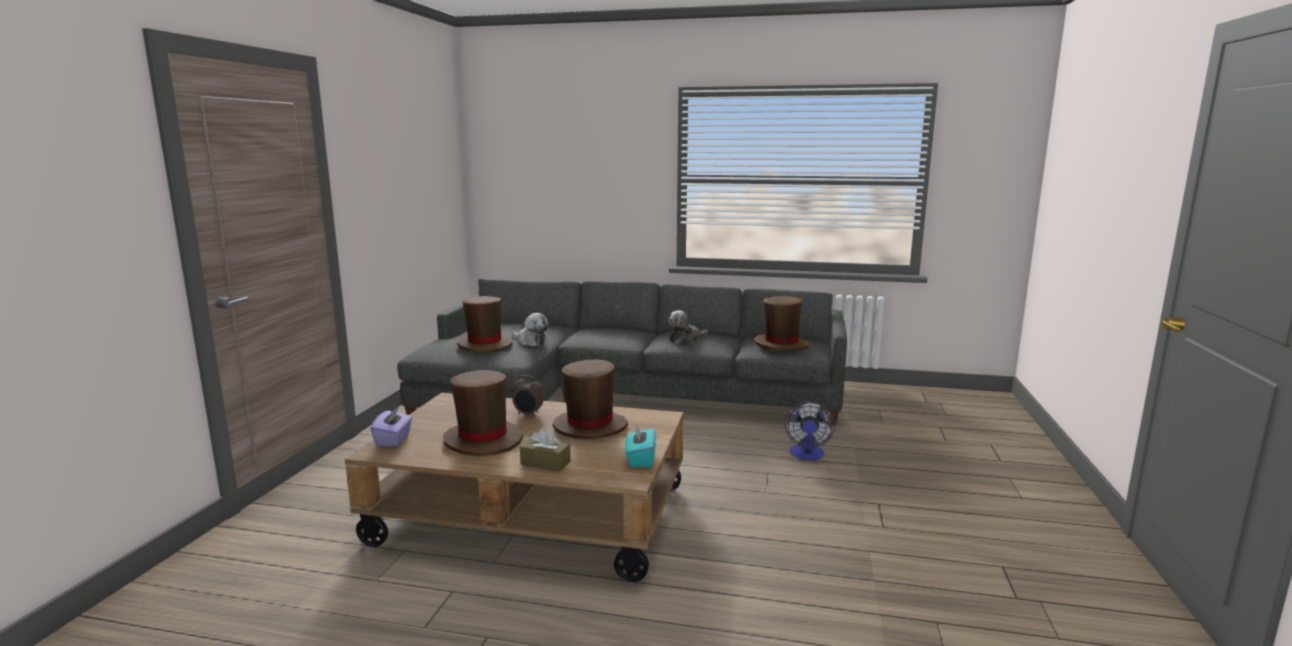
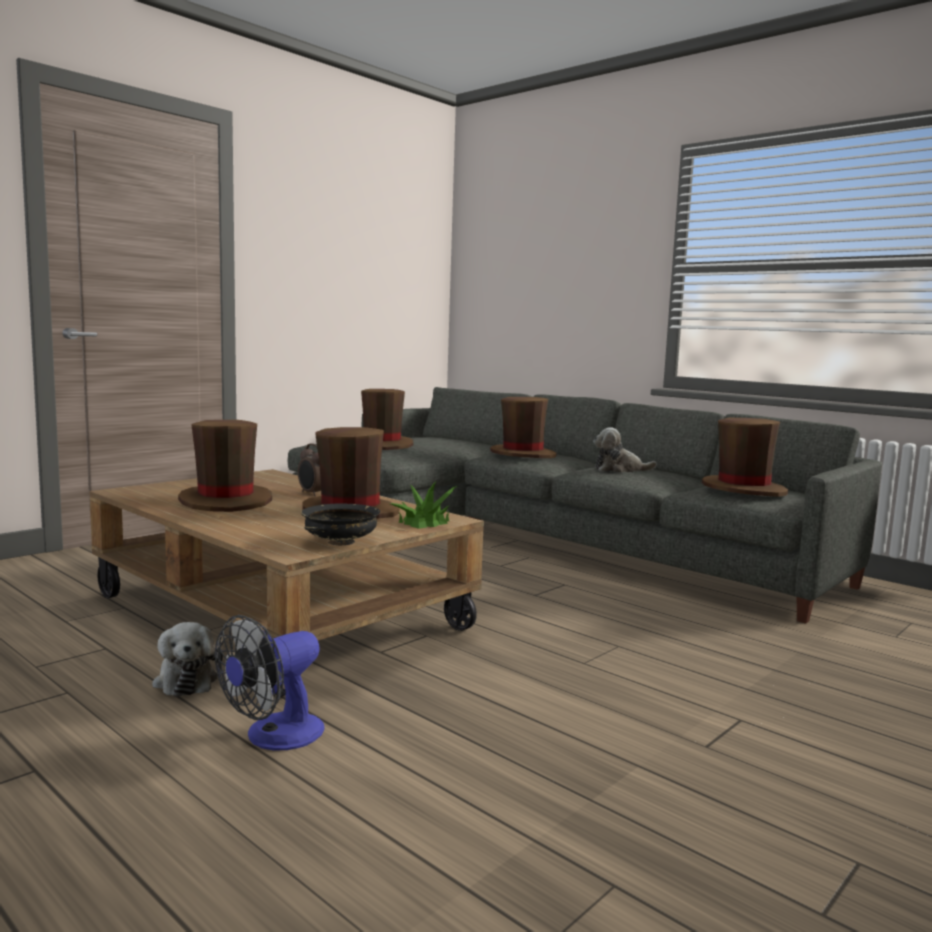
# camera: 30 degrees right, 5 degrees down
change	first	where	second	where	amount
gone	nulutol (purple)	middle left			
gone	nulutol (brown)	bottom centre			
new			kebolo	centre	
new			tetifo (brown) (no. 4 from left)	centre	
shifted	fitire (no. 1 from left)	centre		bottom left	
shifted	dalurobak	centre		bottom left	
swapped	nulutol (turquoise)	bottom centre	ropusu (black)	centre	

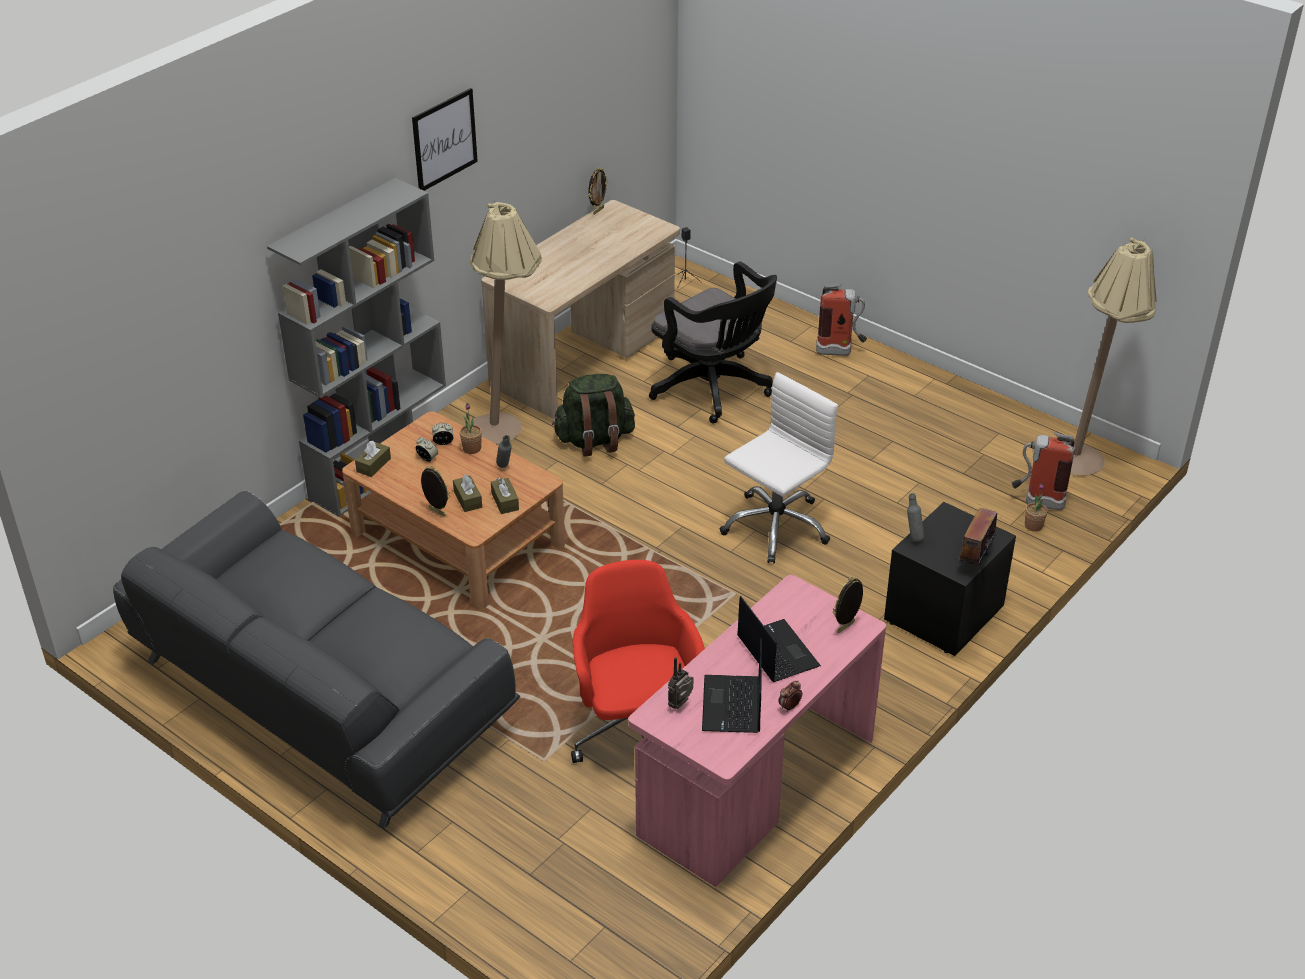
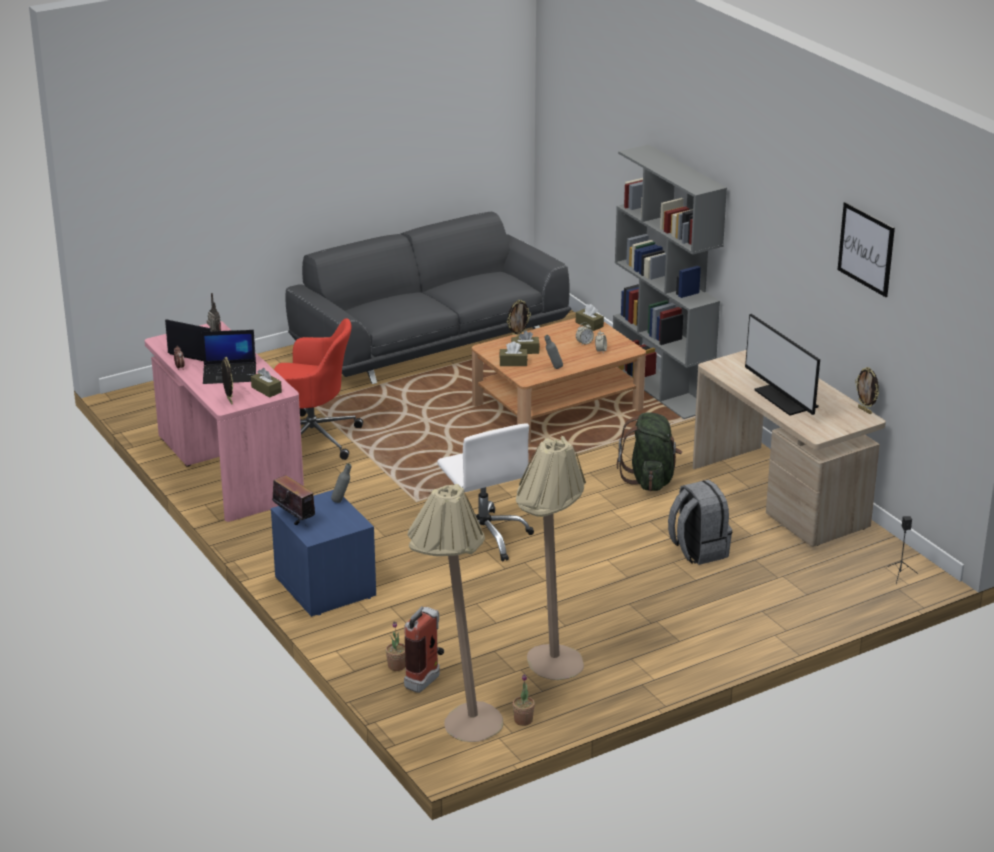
# camera: 110 degrees right, 10 degrees down
change	first	where	second	where	amount
gone	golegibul (no. 1 from left)	top centre			
new			nulutol (brown) (no. 1 from left)	middle left	
new			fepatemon	middle right	
shifted	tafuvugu	top centre		top right	
shifted	kebolo (no. 1 from left in the first image)	centre	kebolo (no. 2 from left)	bottom centre	
shifted	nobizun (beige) (no. 1 from left in the first image)	top centre	nobizun (beige) (no. 2 from left)	centre	
swapped	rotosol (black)	centre	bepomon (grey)	middle right	
repainted	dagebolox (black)	middle right	dagebolox (blue)	middle left	

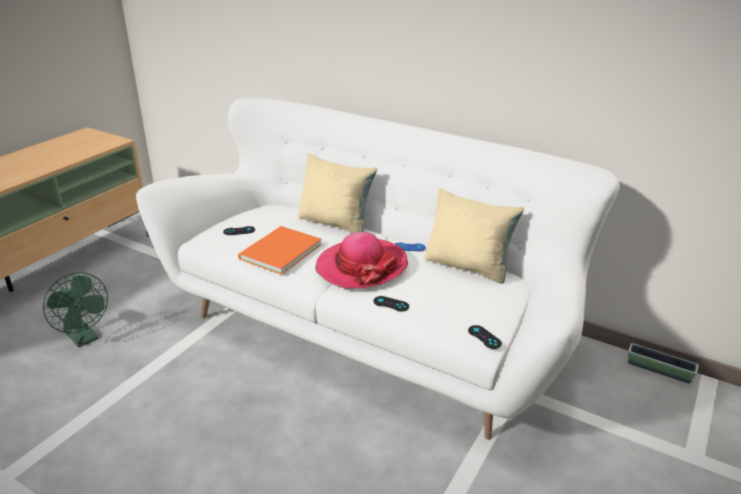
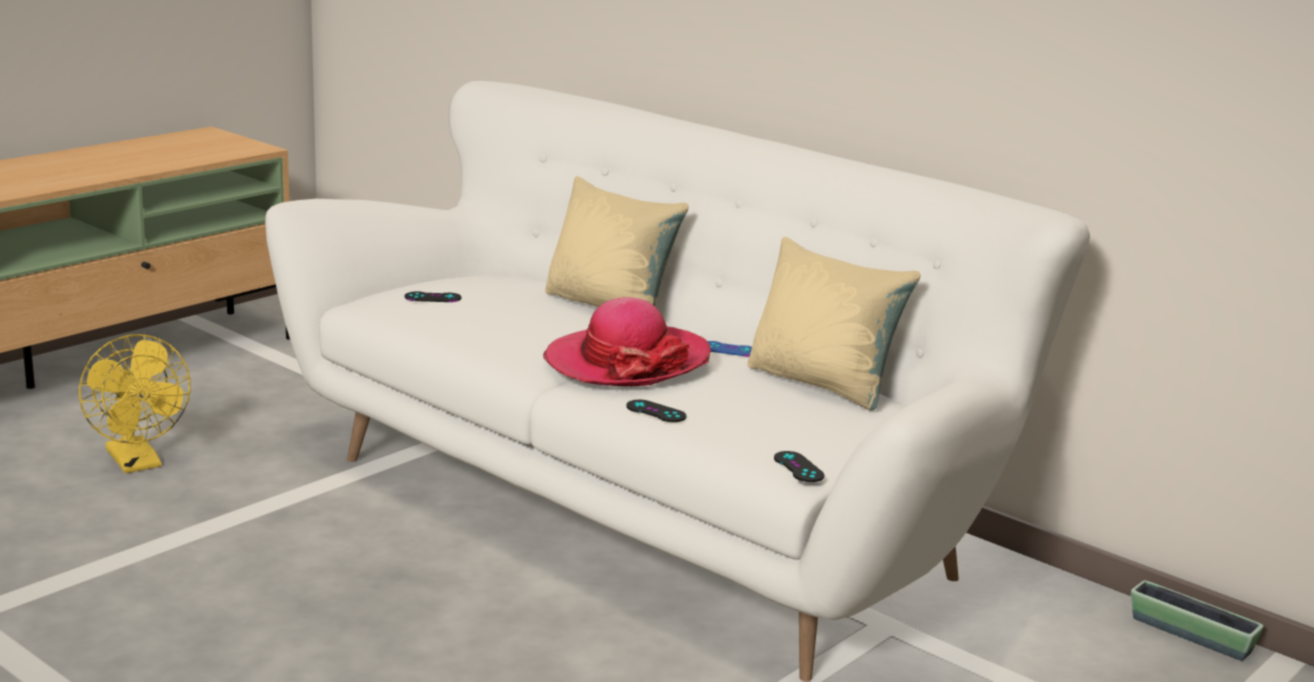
# camera: 10 degrees right, 10 degrees down
change	first	where	second	where	amount
gone	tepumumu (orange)	centre			
repainted	dalurobak (green)	middle left	dalurobak (yellow)	middle left	

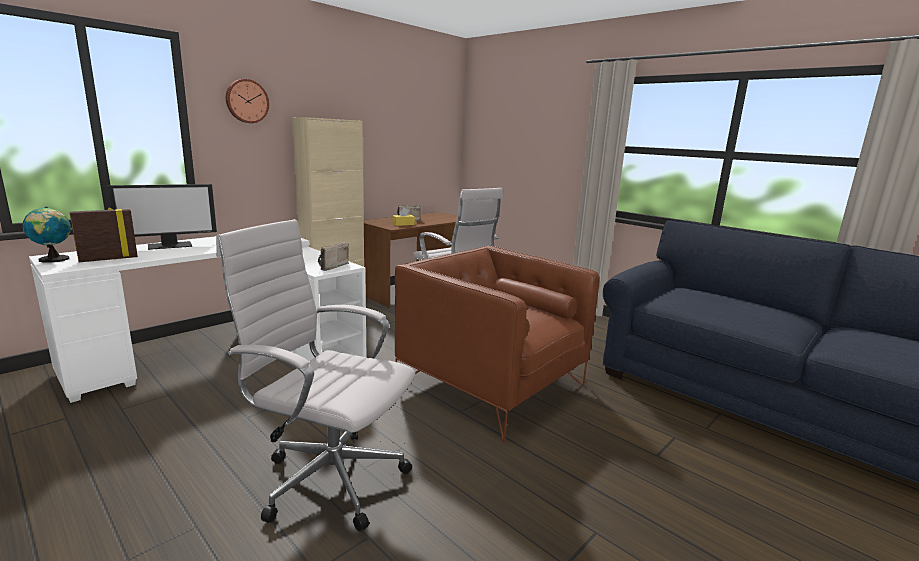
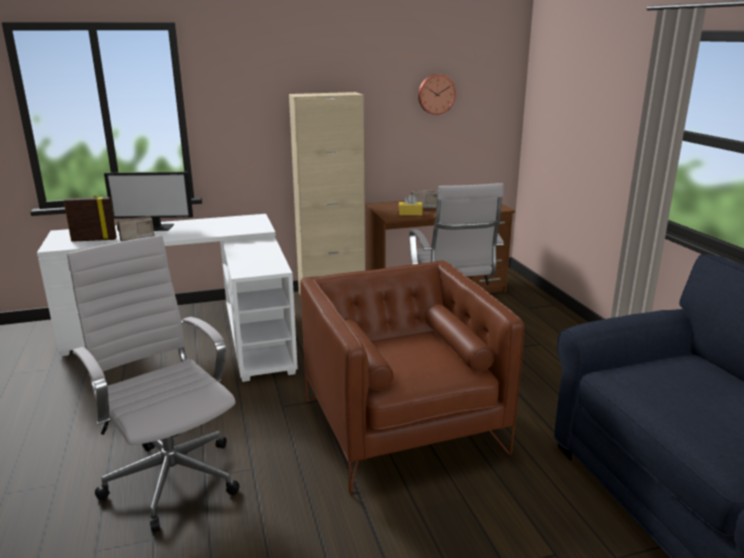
# camera: 30 degrees right, 5 degrees up
change	first	where	second	where	amount
gone	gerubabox	middle left			
shifted	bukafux	top left		top centre	
shifted	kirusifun (no. 1 from left)	centre		middle left	

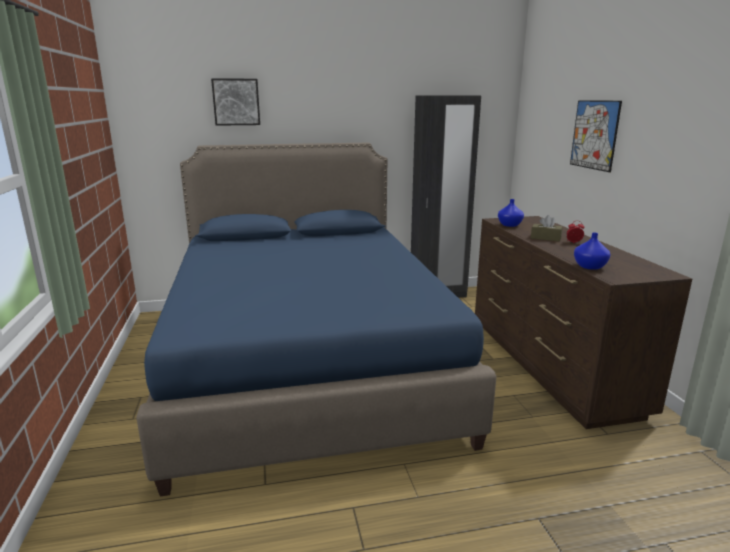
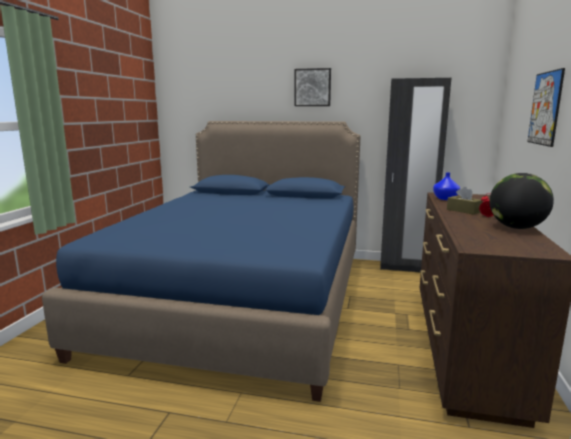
# camera: 25 degrees right, 5 degrees down
change	first	where	second	where	amount
gone	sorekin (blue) (no. 2 from left)	middle right			
new			gerubabox	middle right	
shifted	tafuvugu (no. 1 from left)	top left		top centre	

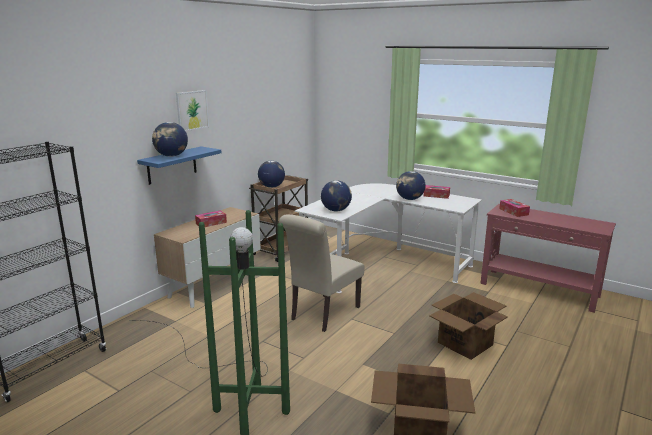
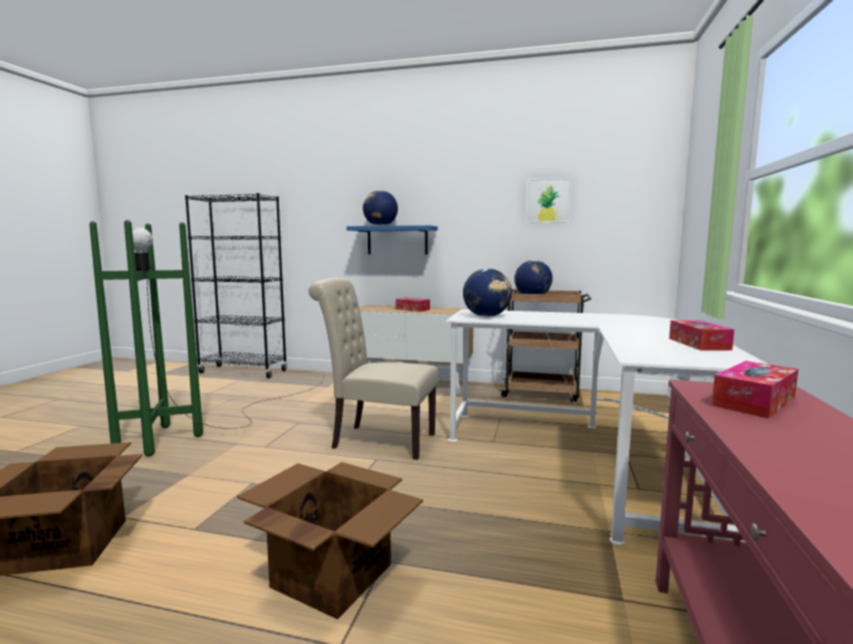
# camera: 70 degrees right, 10 degrees down
change	first	where	second	where	amount
gone	gerubabox (no. 4 from left)	centre			
shifted	tafuvugu	top left		top centre	

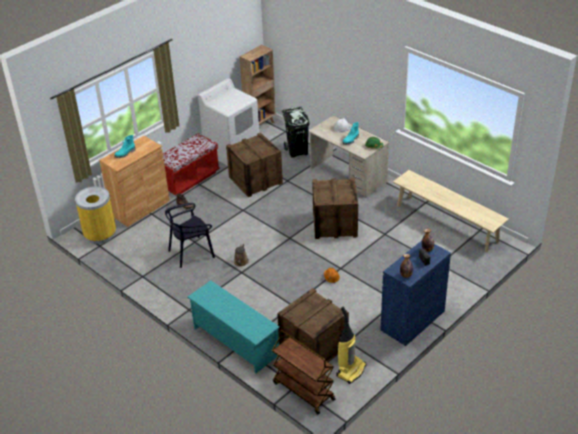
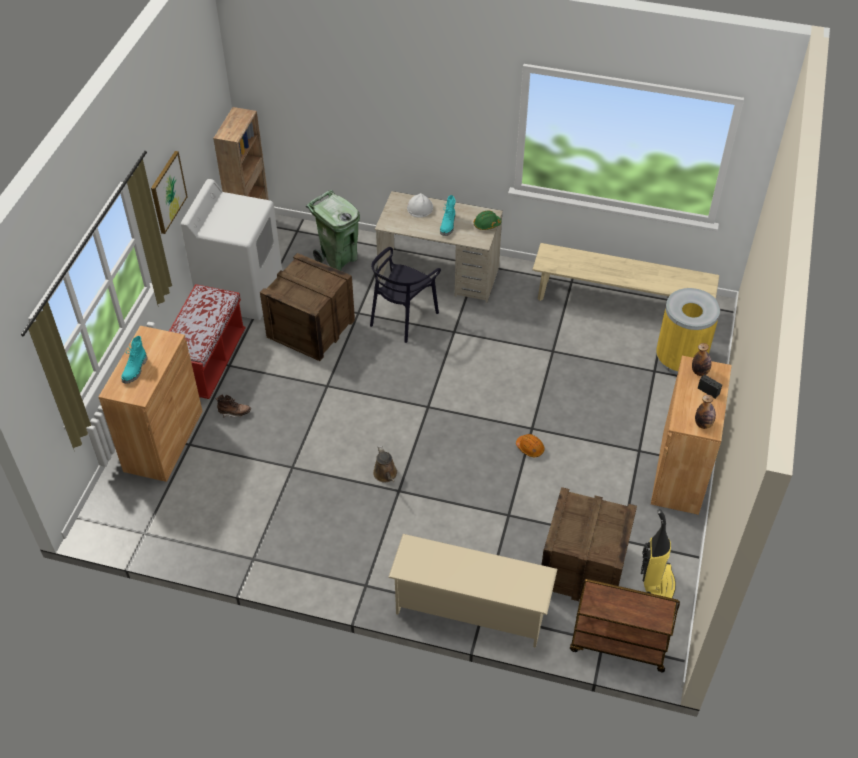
# camera: 30 degrees left, 10 degrees up
change	first	where	second	where	amount
gone	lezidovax (no. 3 from left)	centre			
new			tafuvugu	top left	
shifted	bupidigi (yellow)	middle left		middle right	
shifted	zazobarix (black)	middle left		centre	
repainted	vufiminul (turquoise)	bottom centre	vufiminul (beige)	bottom centre	
repainted	bupidigi (black)	top centre	bupidigi (green)	top centre	
repainted	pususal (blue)	bottom right	pususal (brown) (no. 2 from left)	middle right	

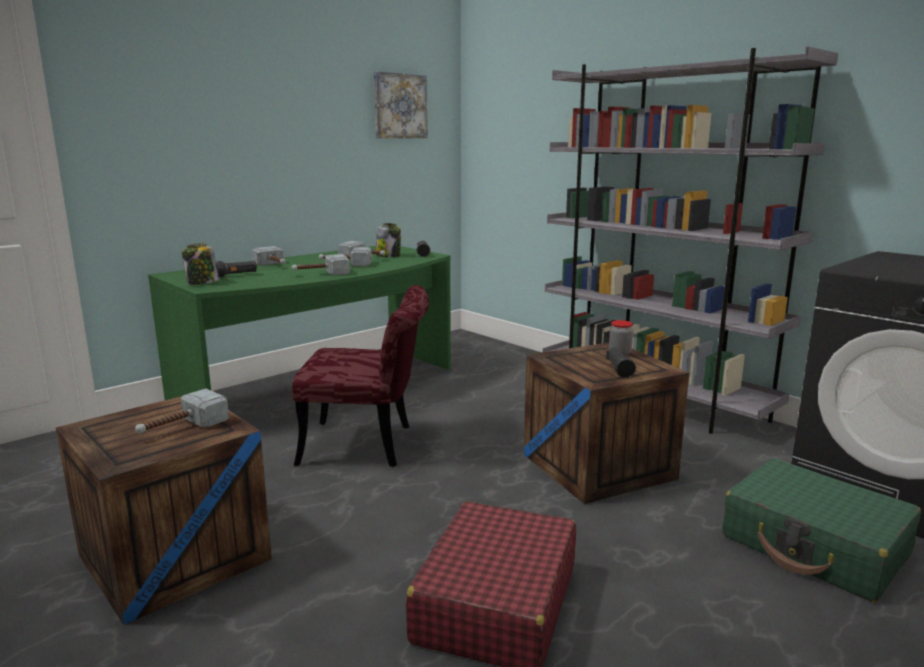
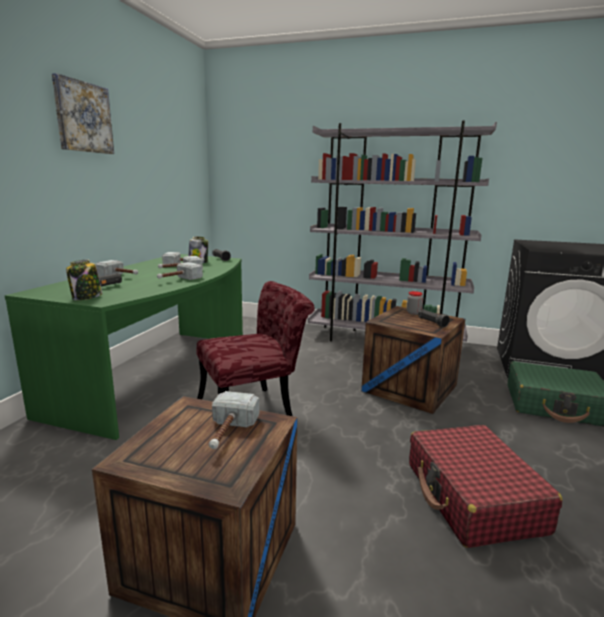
# camera: 30 degrees left, 0 degrees up
change	first	where	second	where	amount
shifted	tafuvugu	top centre		top left	

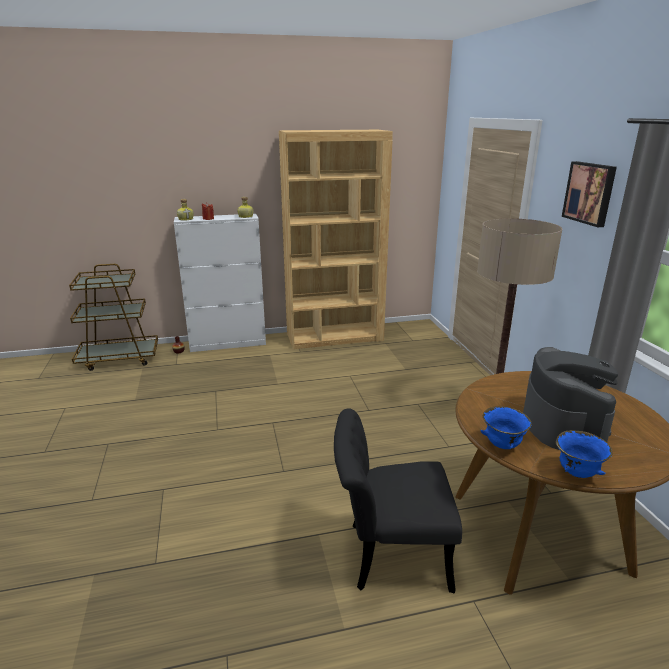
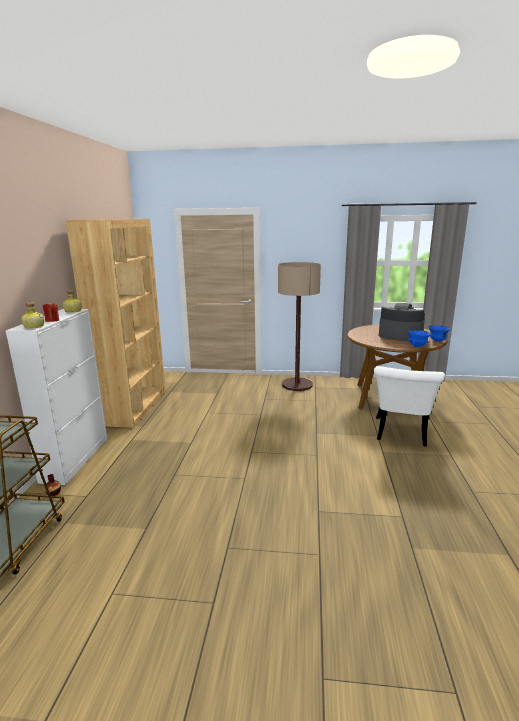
# camera: 70 degrees left, 5 degrees down
change	first	where	second	where	amount
gone	tafuvugu	top right			
repainted	zazobarix (black)	bottom centre	zazobarix (white)	middle right	

